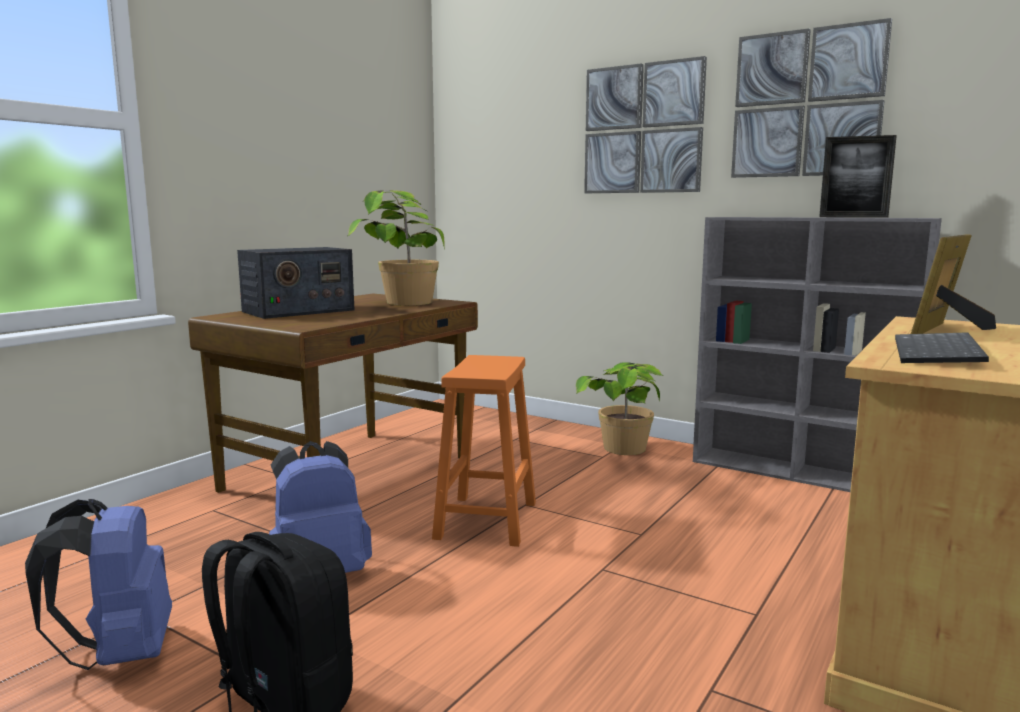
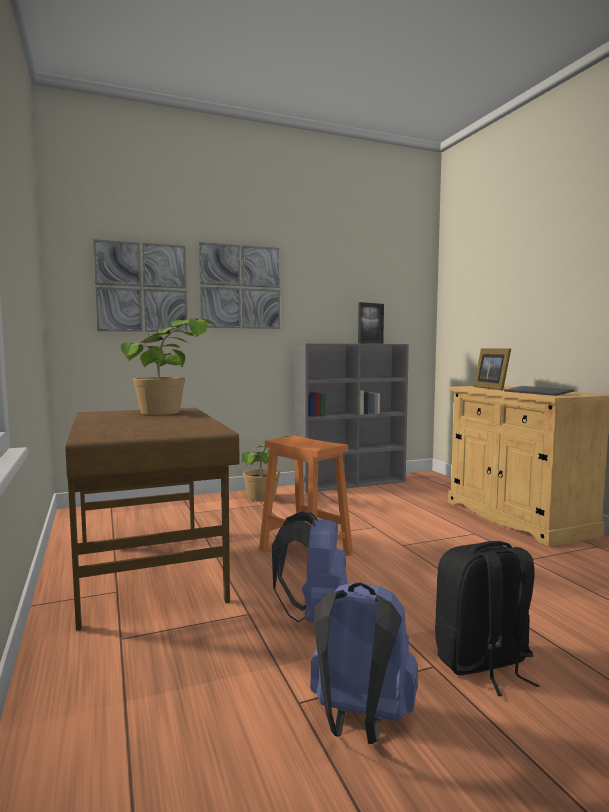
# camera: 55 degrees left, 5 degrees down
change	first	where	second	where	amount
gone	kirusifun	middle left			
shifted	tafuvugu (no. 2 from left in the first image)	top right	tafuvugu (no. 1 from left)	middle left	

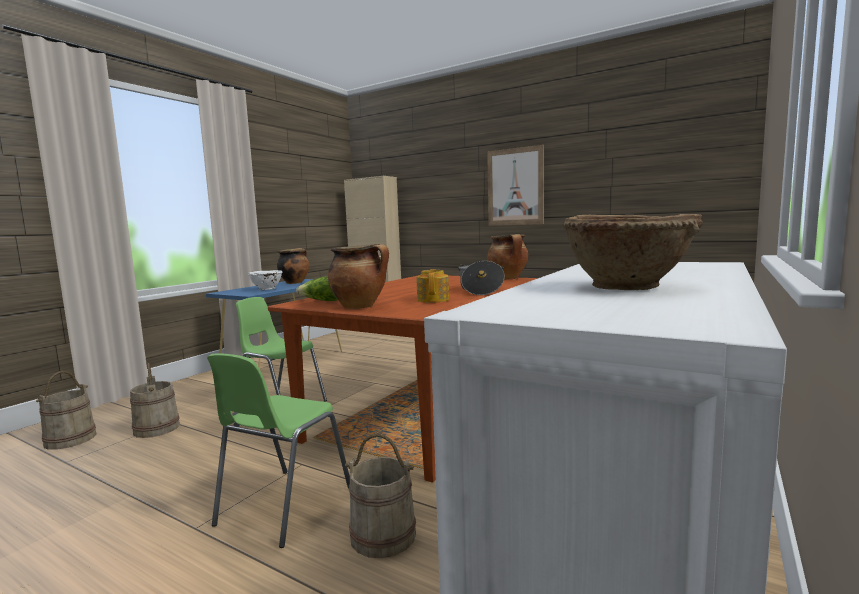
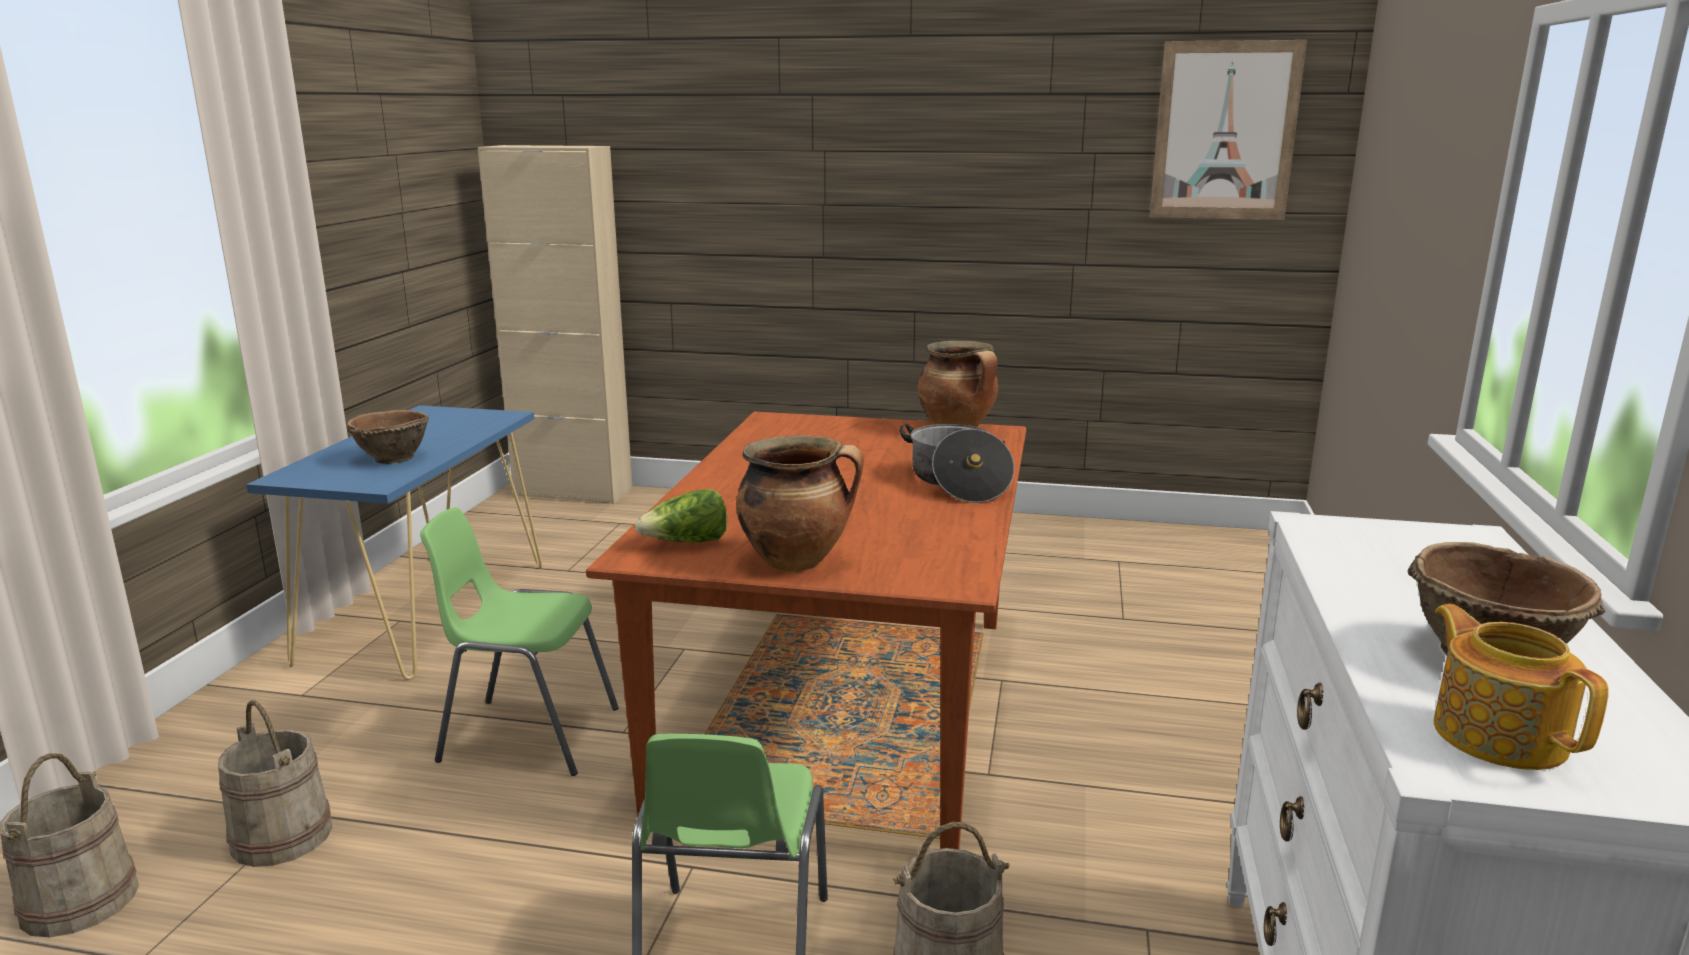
# camera: 20 degrees left, 10 degrees up
change	first	where	second	where	amount
gone	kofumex (no. 1 from left)	centre			
shifted	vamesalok	centre		bottom right	
shifted	tafuvugu	top centre		top right	
repainted	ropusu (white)	middle left	ropusu (brown) (no. 1 from left)	middle left	

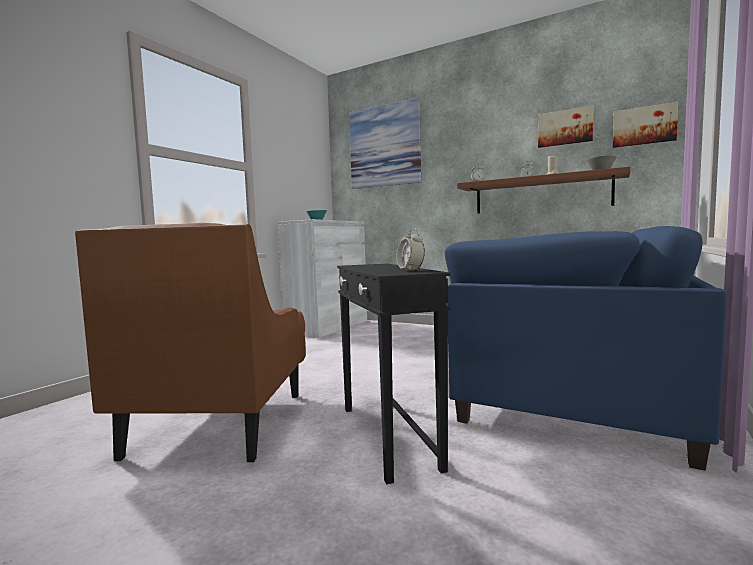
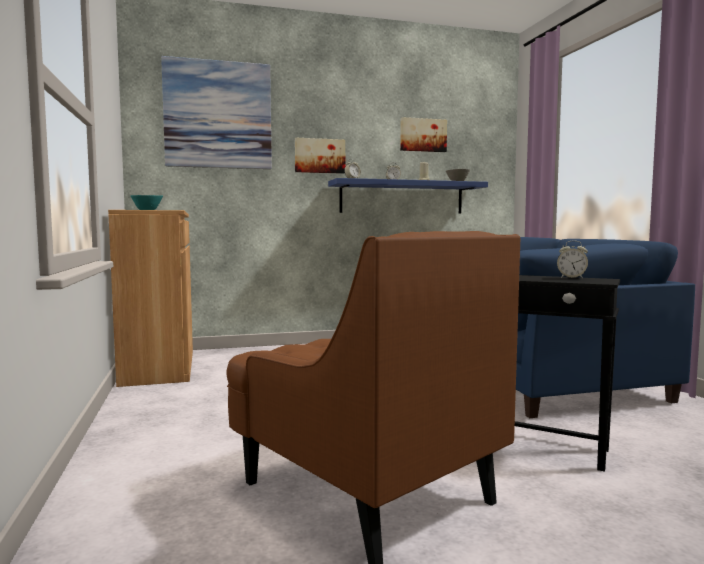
# camera: 45 degrees left, 0 degrees up
change	first	where	second	where	amount
shifted	tafuvugu (no. 3 from left in the first image)	top right	tafuvugu (no. 2 from left)	top centre	
repainted	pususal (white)	centre	pususal (brown)	middle left	
repainted	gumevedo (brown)	middle right	gumevedo (blue)	centre	

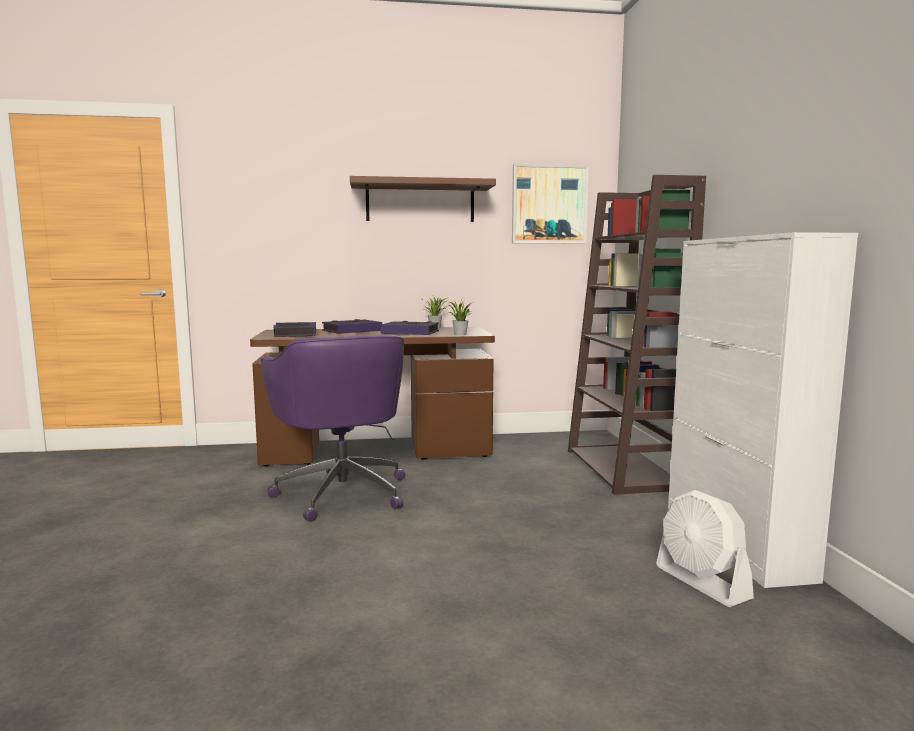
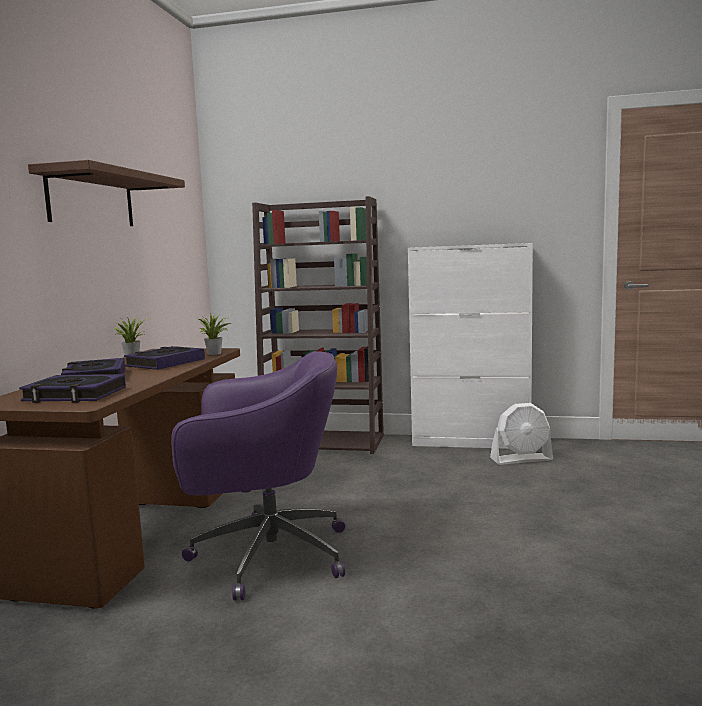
# camera: 70 degrees left, 0 degrees up
change	first	where	second	where	amount
gone	tafuvugu	top centre			

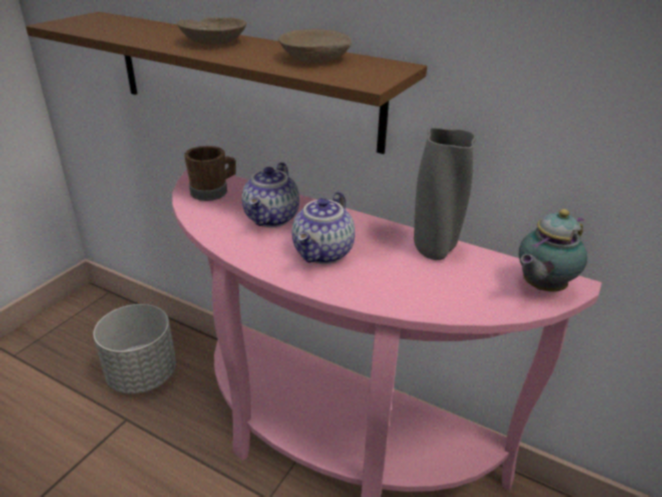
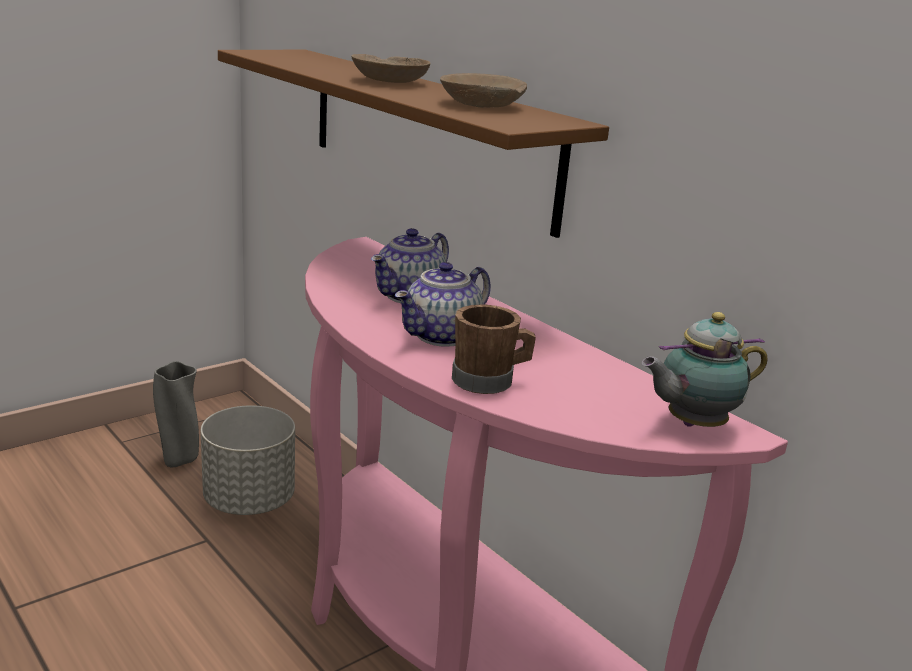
# camera: 20 degrees right, 10 degrees down
change	first	where	second	where	amount
shifted	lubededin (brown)	middle left		centre	
shifted	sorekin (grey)	middle right		middle left	

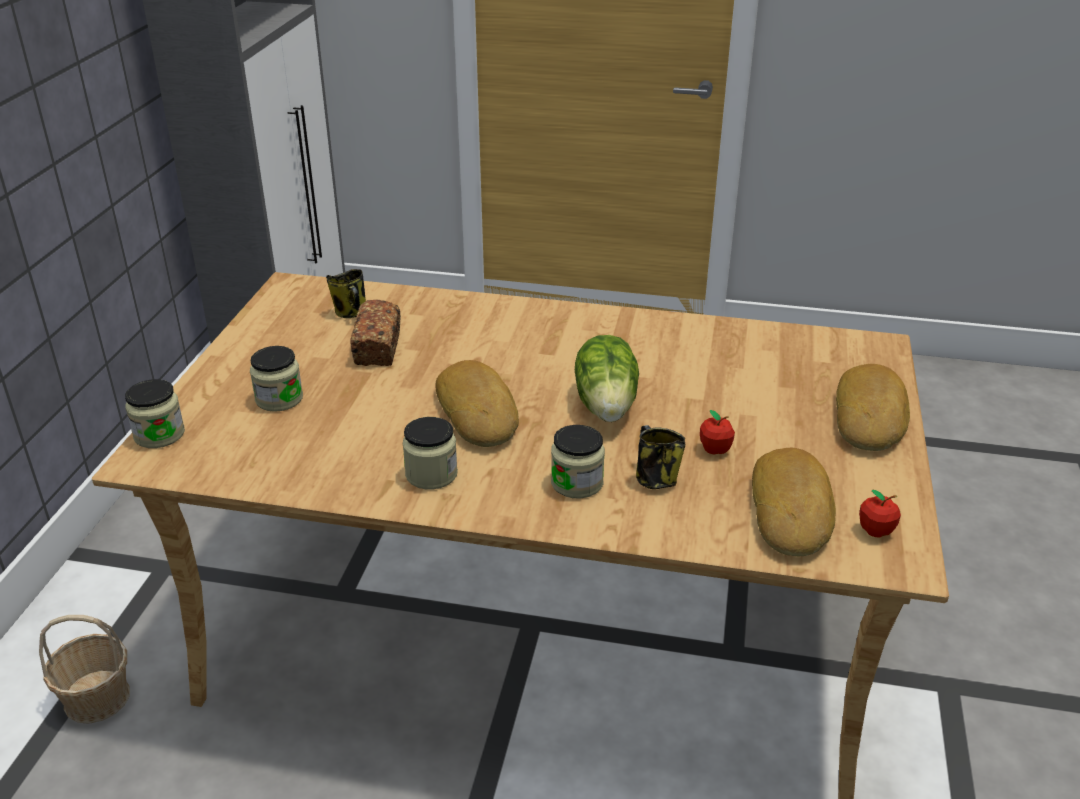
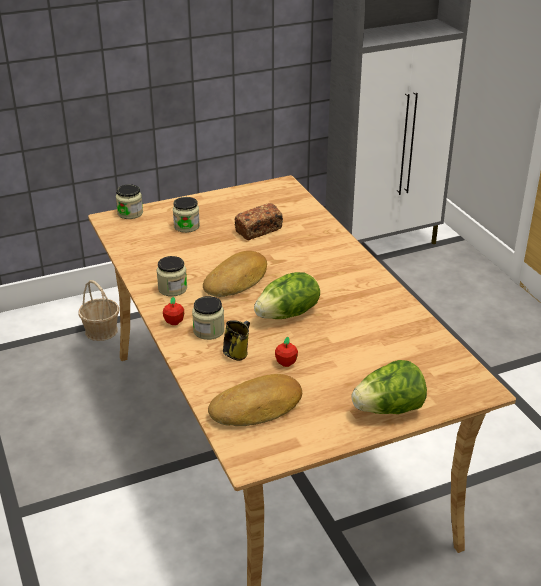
# camera: 55 degrees right, 0 degrees up
change	first	where	second	where	amount
gone	lubededin (no. 1 from left)	middle left			
shifted	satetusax (no. 2 from left in the first image)	middle right	satetusax (no. 1 from left)	middle left	
swapped	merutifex (no. 4 from left)	middle right	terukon (no. 2 from left)	middle right	

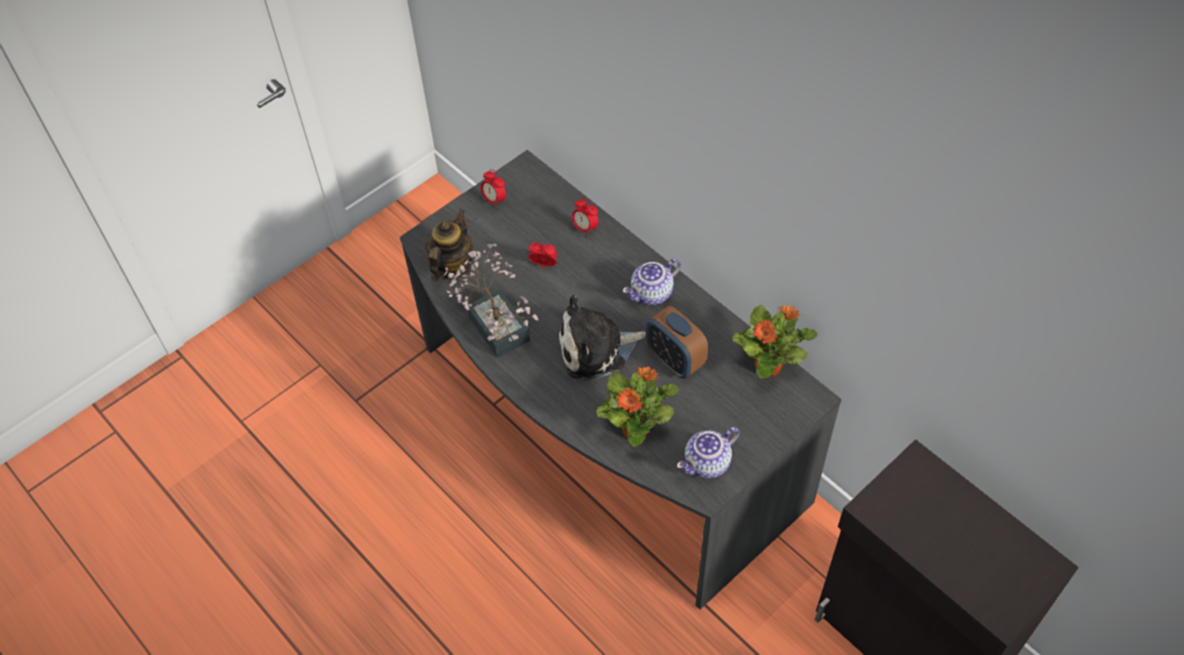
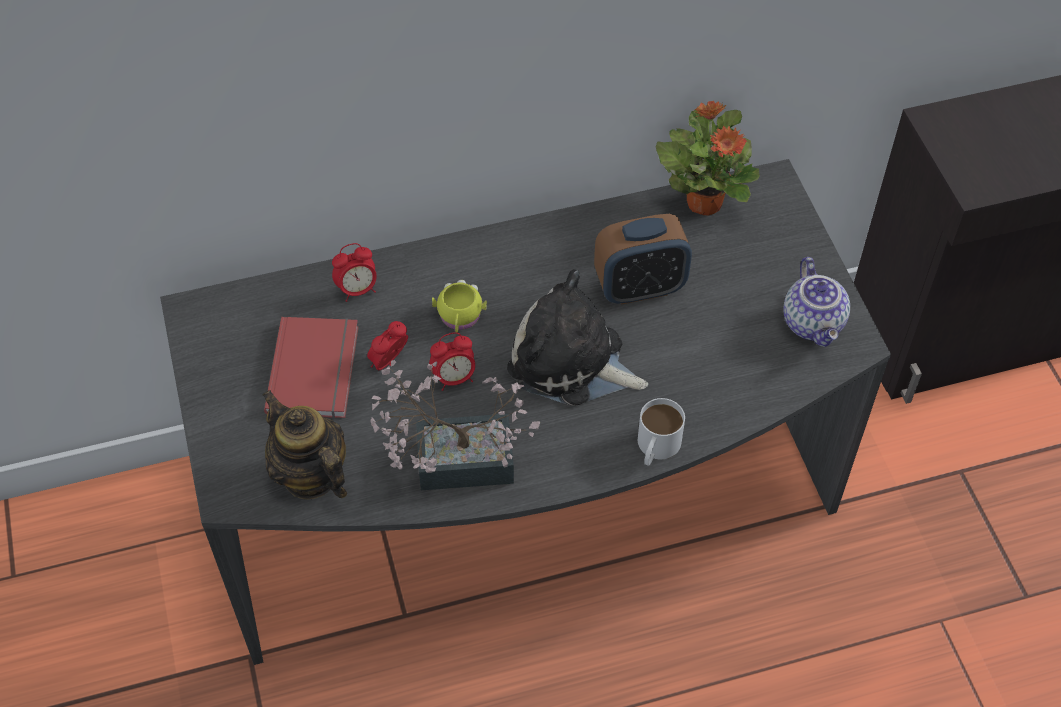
# camera: 65 degrees left, 0 degrees up
change	first	where	second	where	amount
gone	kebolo (no. 2 from left)	centre			
gone	vamesalok (no. 2 from left)	centre			
new			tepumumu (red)	middle left	
new			lubededin (yellow)	centre	
new			lubededin (white)	centre	
shifted	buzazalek (no. 1 from left in the first image)	top centre	buzazalek (no. 3 from left)	centre	
rotated	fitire	centre		centre	105 degrees clockwise

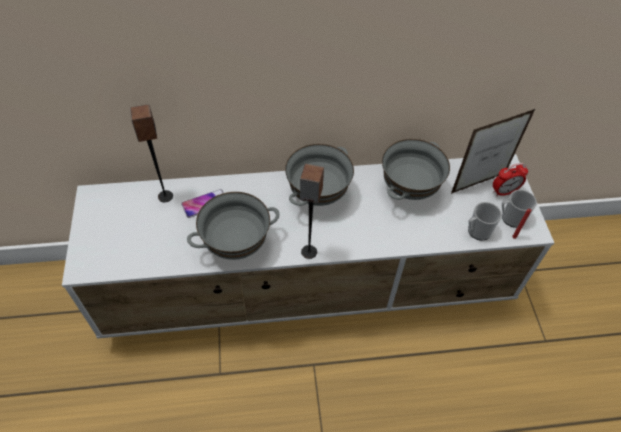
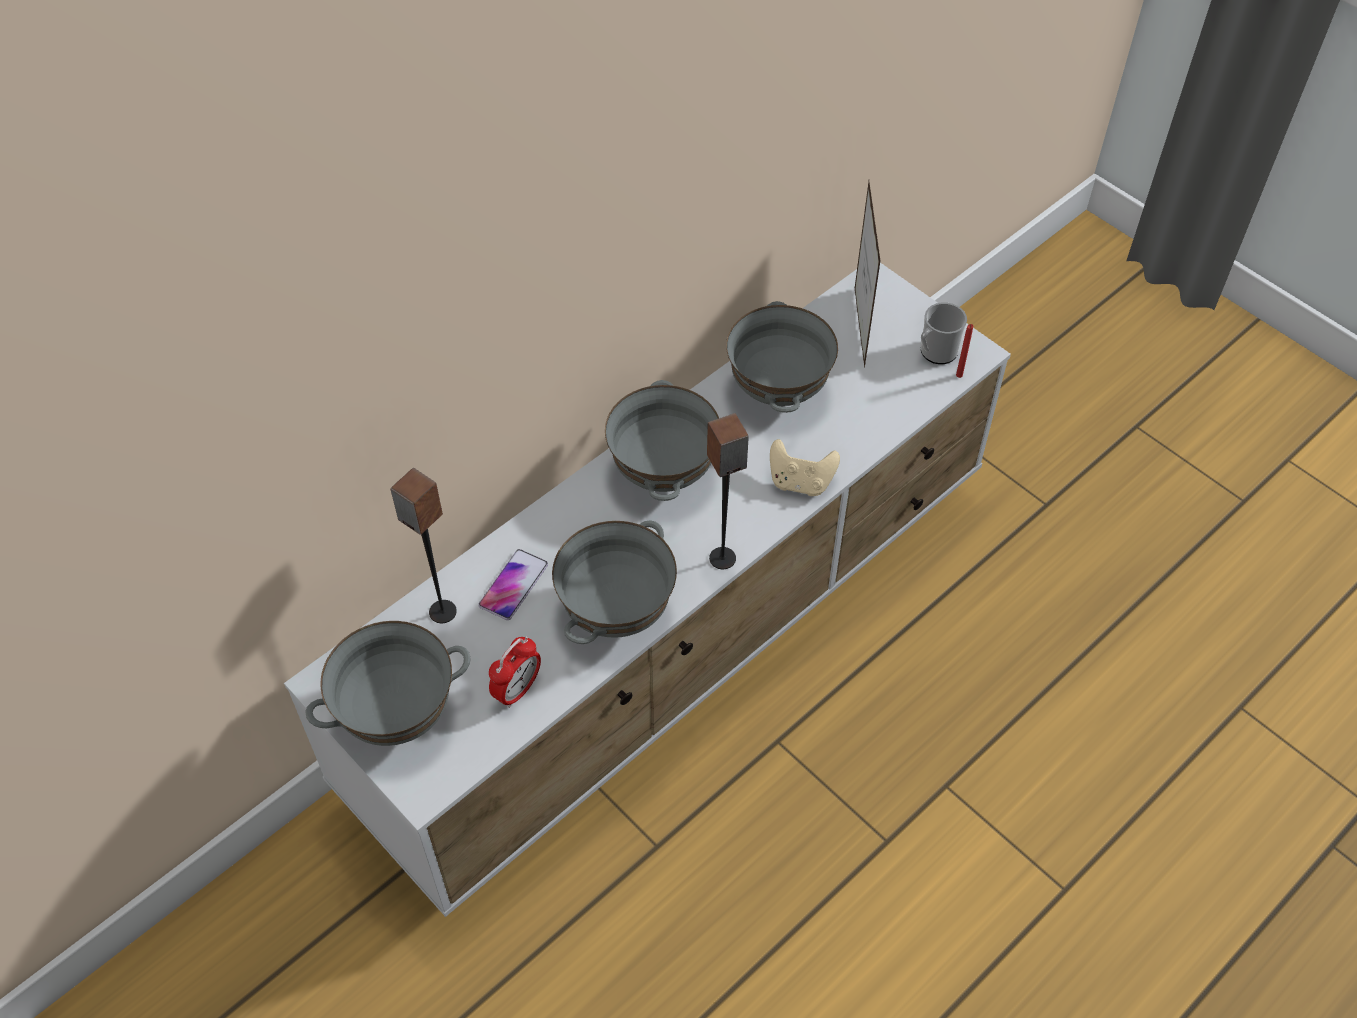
# camera: 35 degrees left, 0 degrees up
change	first	where	second	where	amount
gone	lubededin (no. 1 from left)	middle right			
new			ropusu (grey) (no. 1 from left)	bottom left	
new			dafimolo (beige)	centre	
shifted	buzazalek	middle right		centre	
rotated	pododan	middle right		top centre	150 degrees clockwise

